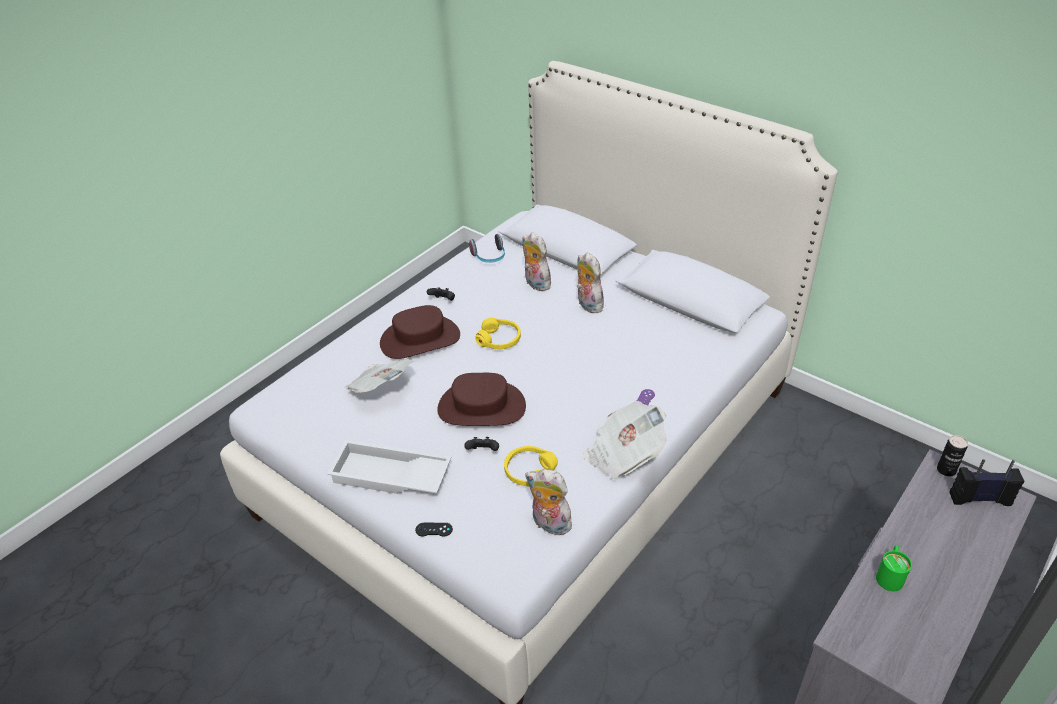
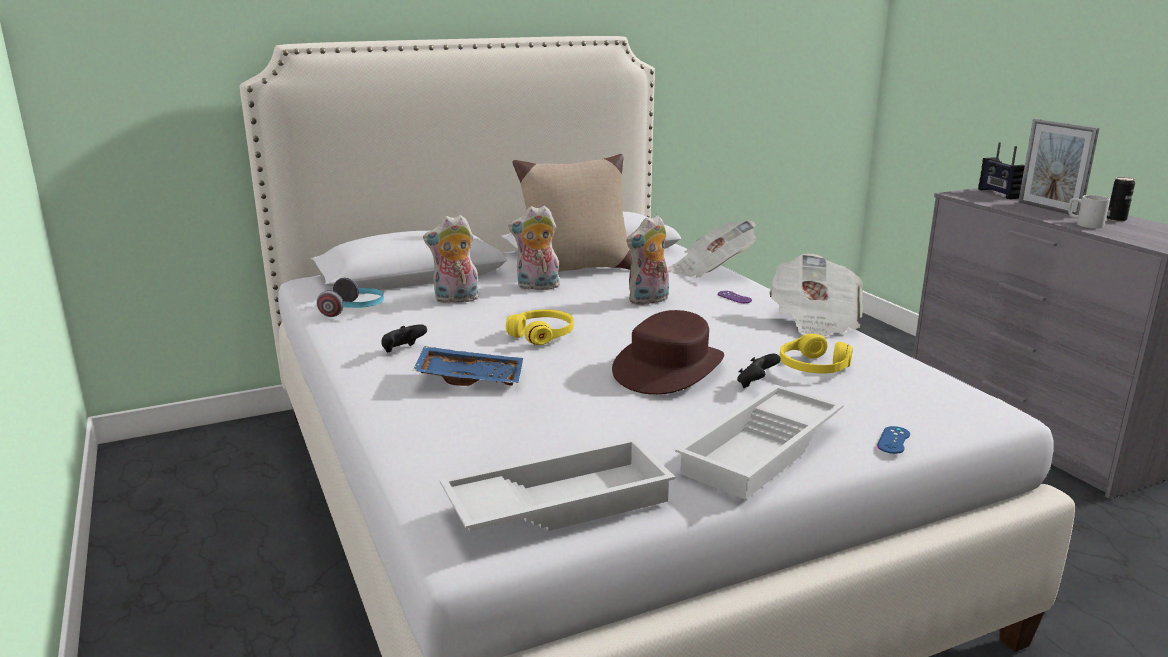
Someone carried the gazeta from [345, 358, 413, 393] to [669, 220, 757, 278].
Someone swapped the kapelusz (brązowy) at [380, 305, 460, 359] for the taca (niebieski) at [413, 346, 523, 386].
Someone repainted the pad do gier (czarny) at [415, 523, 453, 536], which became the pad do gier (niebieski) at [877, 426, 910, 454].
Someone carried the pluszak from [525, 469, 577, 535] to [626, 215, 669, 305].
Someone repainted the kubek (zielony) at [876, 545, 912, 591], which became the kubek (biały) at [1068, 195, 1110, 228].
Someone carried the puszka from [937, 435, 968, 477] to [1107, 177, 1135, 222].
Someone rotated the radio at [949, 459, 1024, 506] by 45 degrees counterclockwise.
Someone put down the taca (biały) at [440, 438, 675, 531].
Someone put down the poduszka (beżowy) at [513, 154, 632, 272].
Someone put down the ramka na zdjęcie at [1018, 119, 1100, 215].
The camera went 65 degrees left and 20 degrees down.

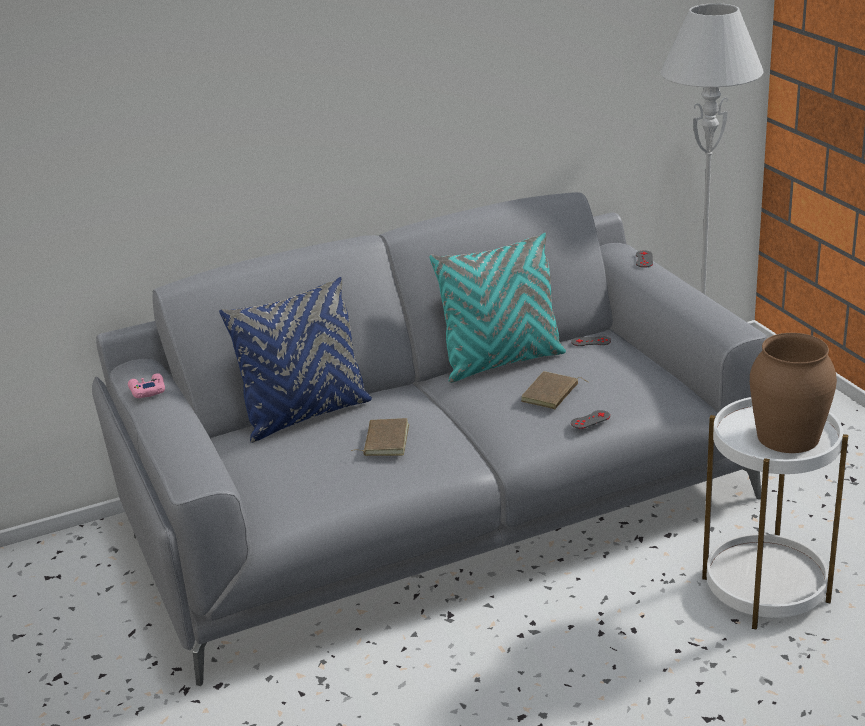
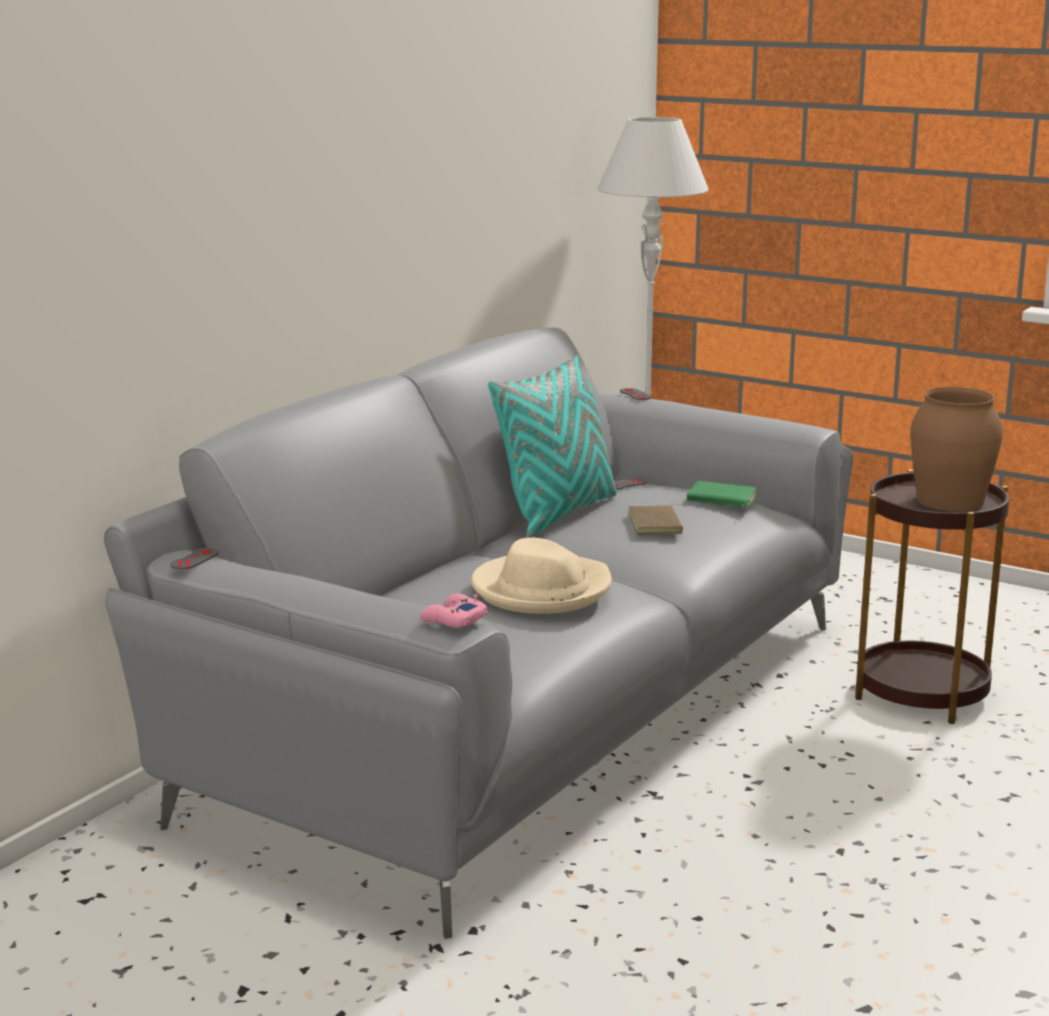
Someone carried the pad do gier (różowy) from [128, 373, 165, 398] to [420, 594, 488, 628].
Someone took away the poduszka (niebieski) at [219, 277, 372, 443].
Someone swapped the książka (brązowy) at [351, 418, 409, 456] for the kapelusz (beżowy) at [471, 538, 612, 614].
Someone carried the pad do gier (szary) from [571, 410, 610, 429] to [170, 548, 219, 570].
Someone repainted the stolik (biały) at [702, 397, 848, 630], which became the stolik (brązowy) at [855, 469, 1010, 724].
Someone put down the książka (zielony) at [687, 481, 758, 508].
The camera went 35 degrees left and 10 degrees down.

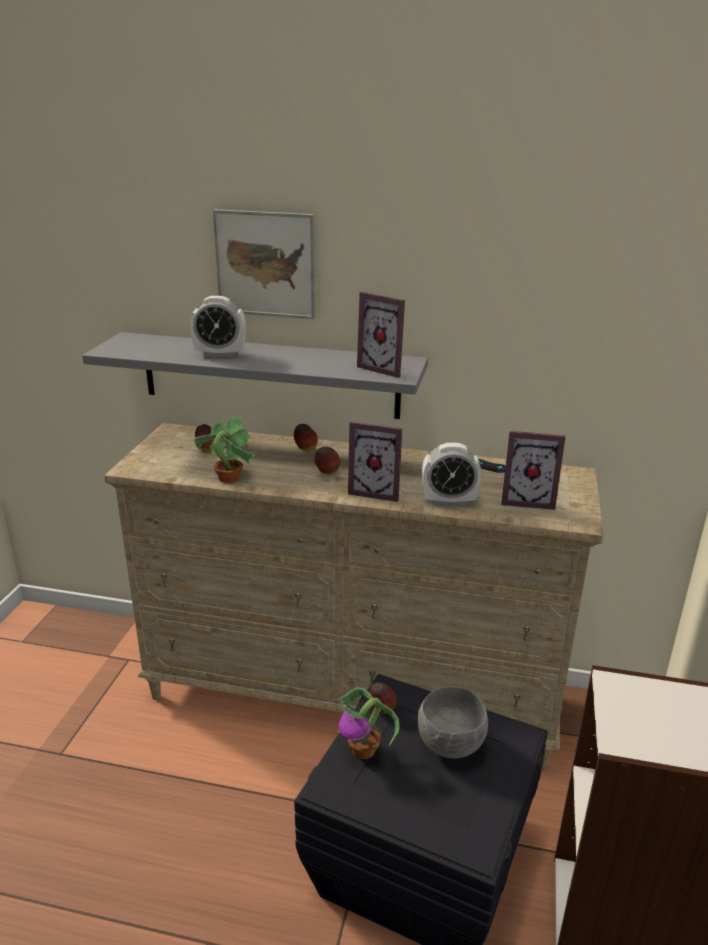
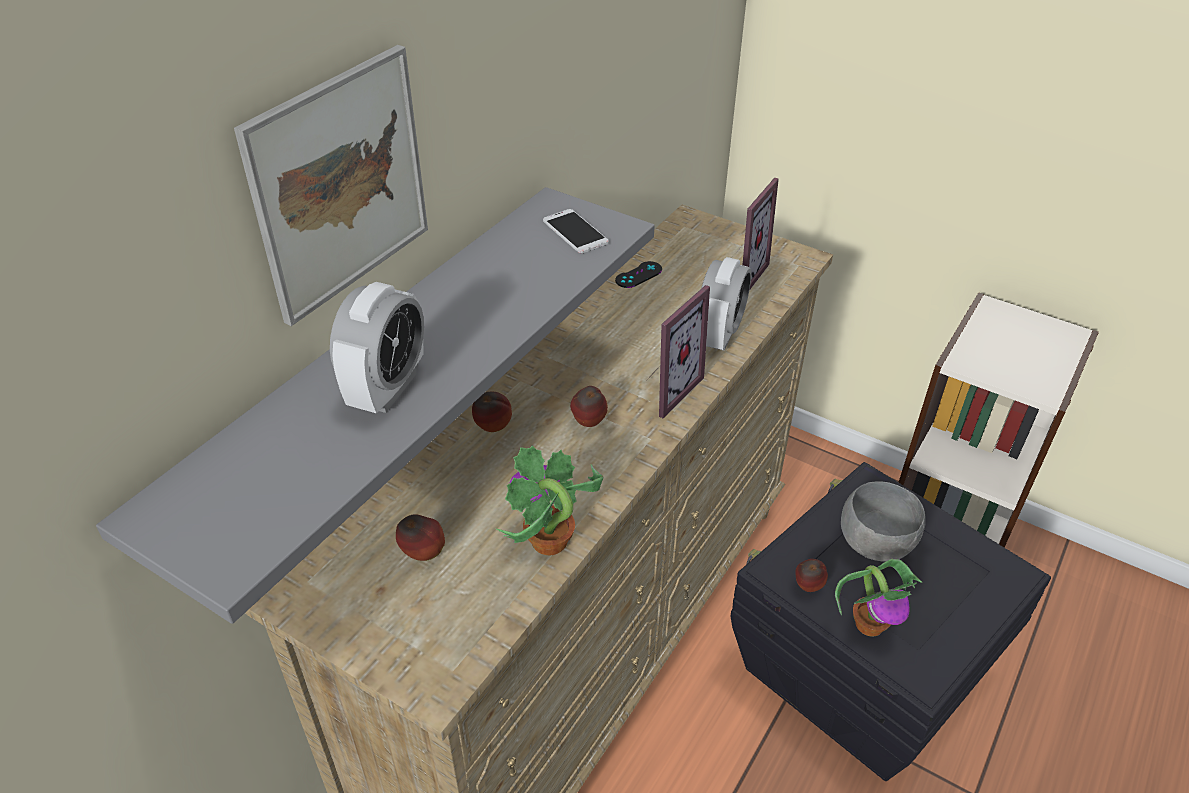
Someone swapped the ramka na zdjęcie at [357, 292, 405, 378] for the telefon at [543, 209, 609, 253].
The camera went 70 degrees left and 15 degrees up.

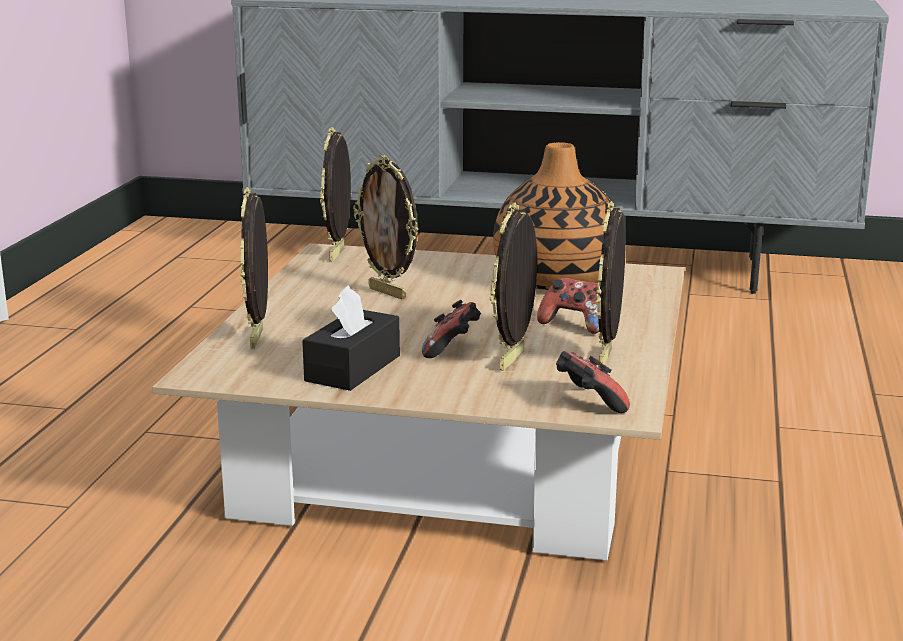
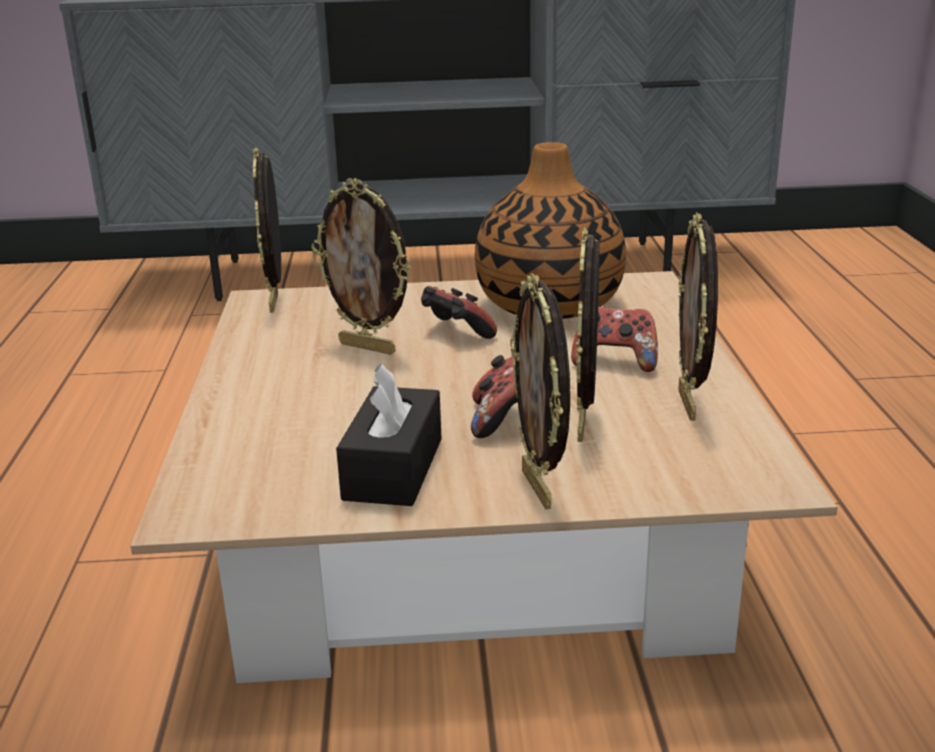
Someone carried the ramka na zdjęcie from [240, 187, 268, 349] to [510, 273, 570, 510].
Someone carried the pad do gier from [556, 351, 630, 413] to [421, 286, 497, 339].
The camera went 15 degrees left and 5 degrees up.

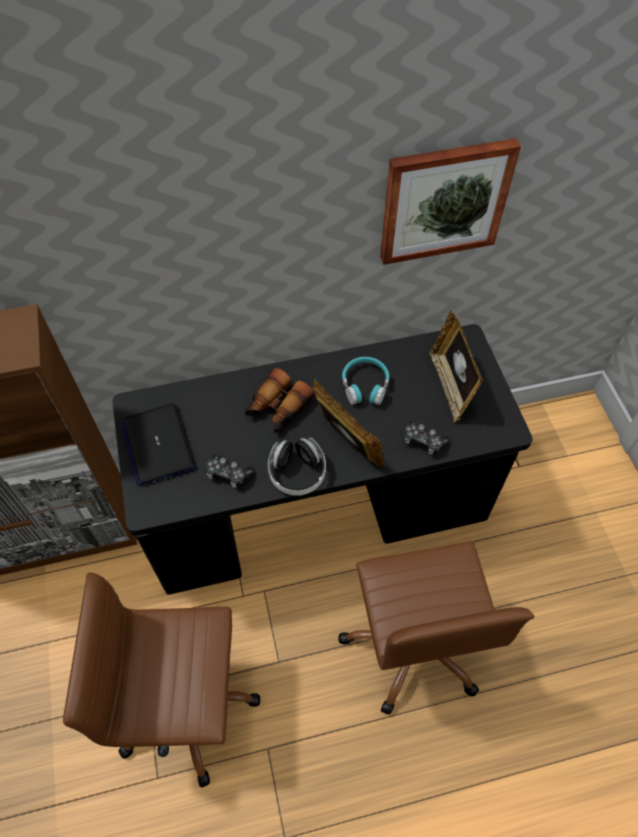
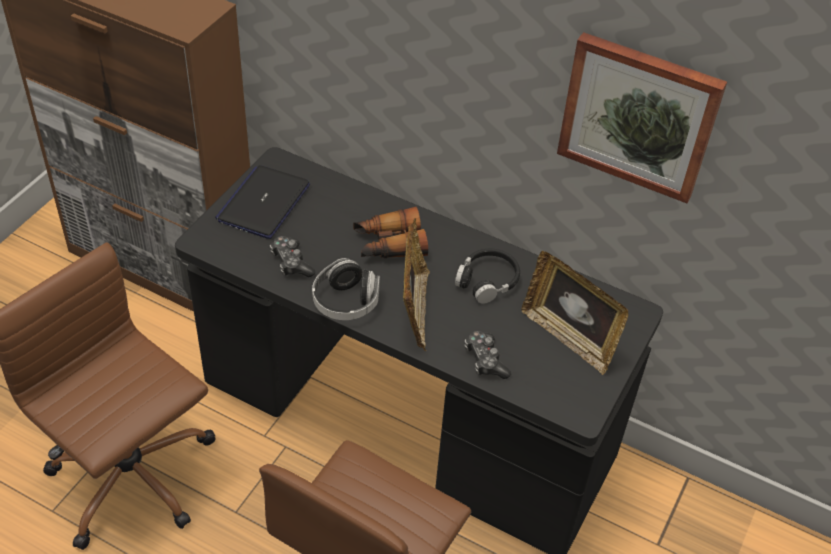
Someone repainted the słuchawki (turkusowy) at [342, 357, 390, 405], which became the słuchawki (czarny) at [455, 249, 520, 304].
Someone rotated the ramka na zdjęcie at [429, 311, 483, 422] by 75 degrees counterclockwise.
The camera went 40 degrees right and 10 degrees down.

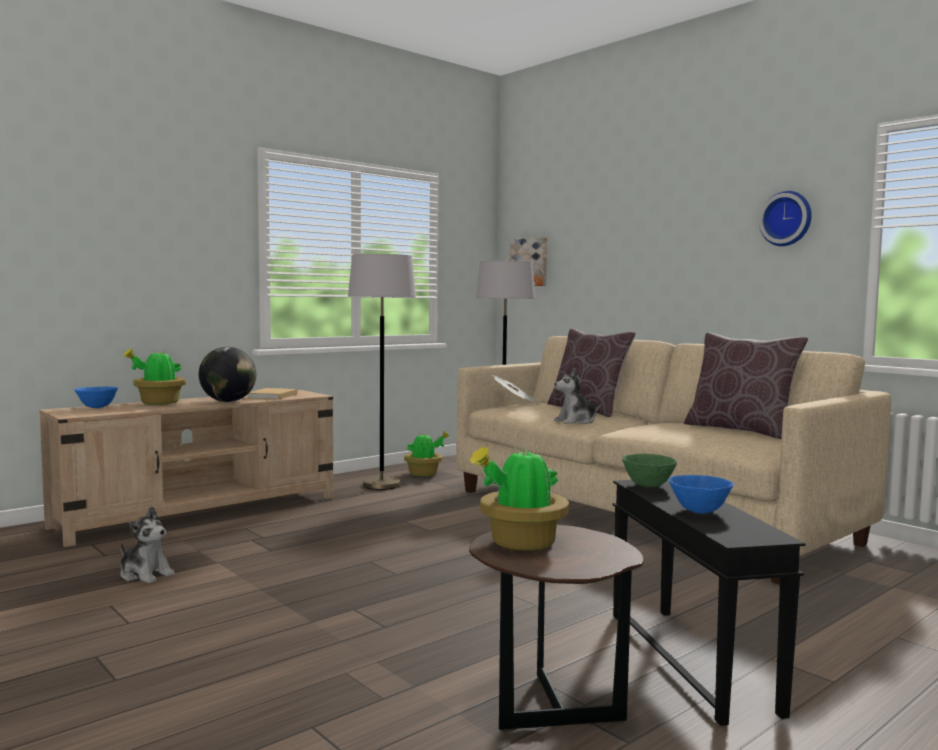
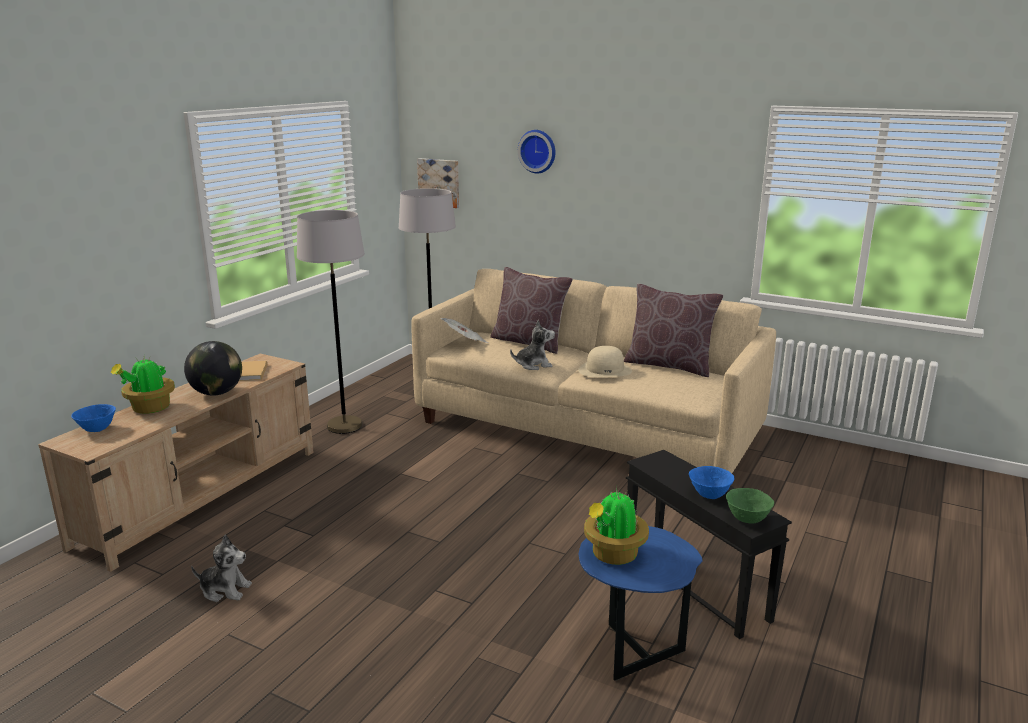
Someone took away the roślina doniczkowa at [404, 430, 449, 476].
Someone repainted the stolik (brązowy) at [469, 525, 644, 731], which became the stolik (niebieski) at [579, 526, 703, 681].
Someone rotated the pluszak at [554, 368, 601, 424] by 150 degrees counterclockwise.
Someone carried the miska (zielony) from [622, 454, 677, 487] to [726, 488, 774, 524].
Someone carried the zegar ścienny from [759, 191, 812, 246] to [518, 130, 555, 173].
Someone put down the kapelusz (beżowy) at [578, 346, 632, 377].
The camera went 20 degrees left and 15 degrees up.

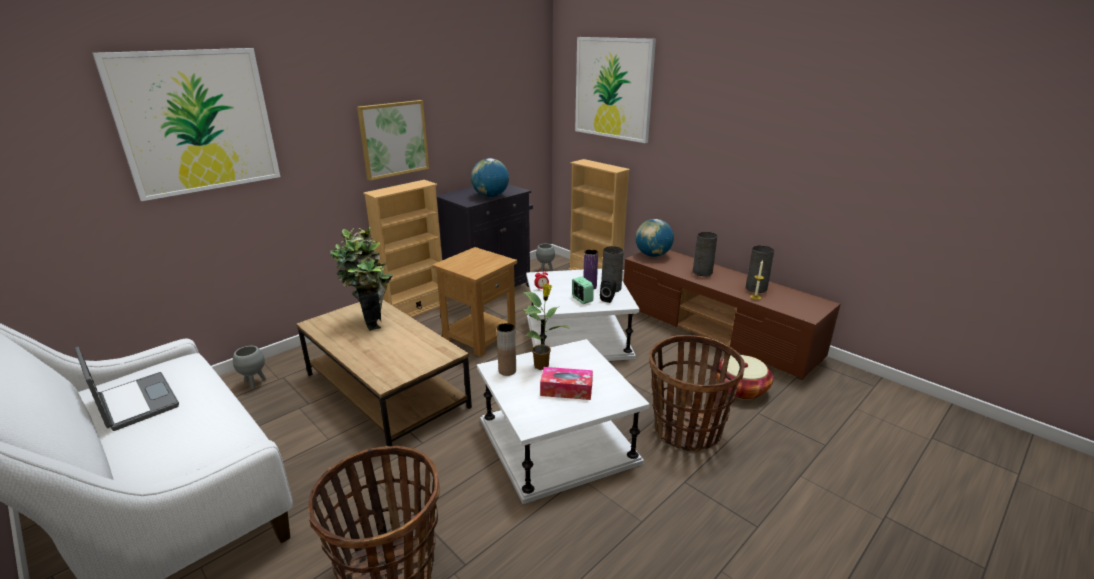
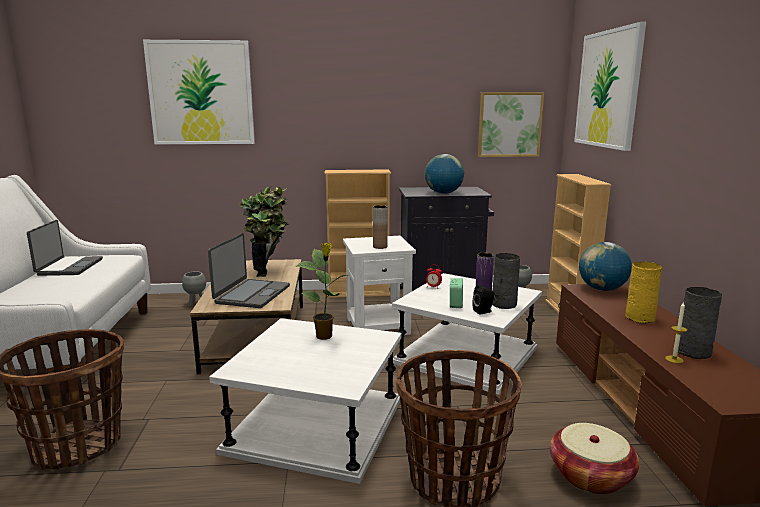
Someone carried the obraz from [357, 100, 429, 180] to [478, 92, 544, 157].
Someone repainted the stolik (brązowy) at [432, 247, 517, 357], which became the stolik (biały) at [343, 236, 416, 335].
Someone carried the wazon (brązowy) from [497, 323, 516, 376] to [373, 205, 388, 249].
Someone took away the pudełko chusteczek at [540, 367, 593, 400].
Someone repainted the wazon (szary) at [693, 232, 717, 277], which became the wazon (żółty) at [625, 262, 662, 323].
Someone put down the laptop at [208, 233, 290, 308].
The camera went 40 degrees right and 10 degrees down.

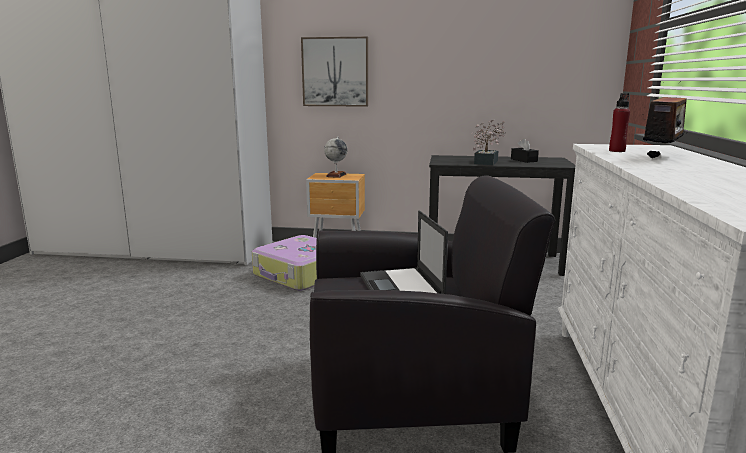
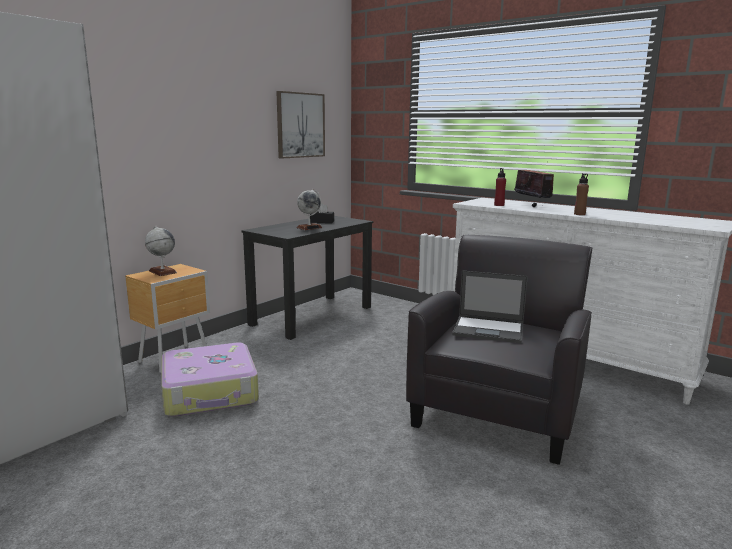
Someone carried the obraz from [301, 37, 368, 107] to [276, 91, 325, 158].
Someone swapped the roślina doniczkowa at [472, 120, 505, 165] for the globus at [297, 189, 322, 230].
Someone put down the butelka (brązowy) at [574, 173, 589, 215].
The camera went 60 degrees left and 0 degrees up.

